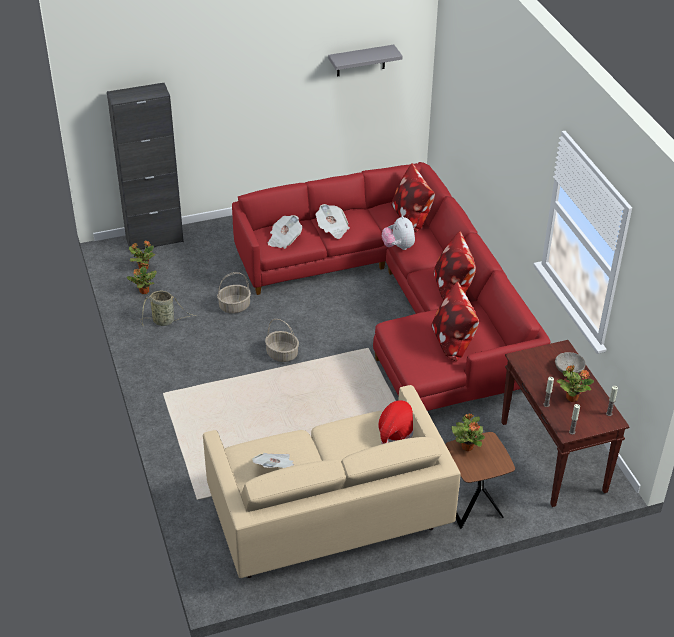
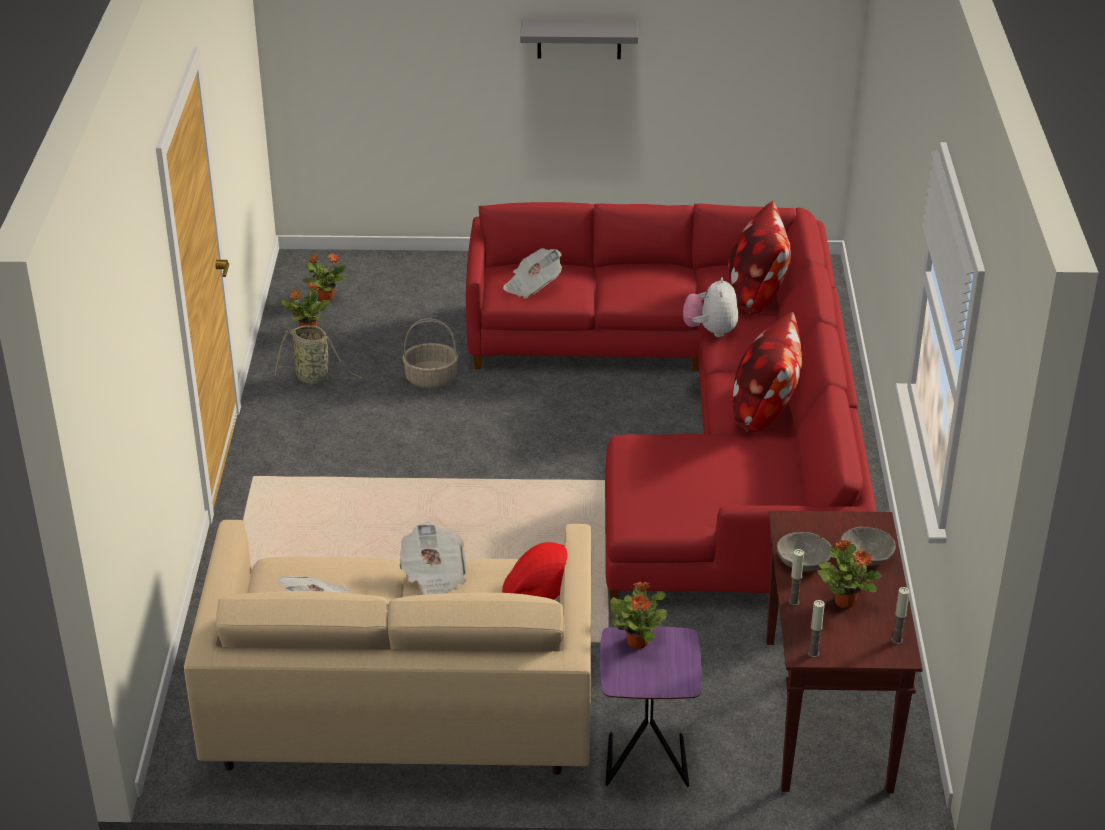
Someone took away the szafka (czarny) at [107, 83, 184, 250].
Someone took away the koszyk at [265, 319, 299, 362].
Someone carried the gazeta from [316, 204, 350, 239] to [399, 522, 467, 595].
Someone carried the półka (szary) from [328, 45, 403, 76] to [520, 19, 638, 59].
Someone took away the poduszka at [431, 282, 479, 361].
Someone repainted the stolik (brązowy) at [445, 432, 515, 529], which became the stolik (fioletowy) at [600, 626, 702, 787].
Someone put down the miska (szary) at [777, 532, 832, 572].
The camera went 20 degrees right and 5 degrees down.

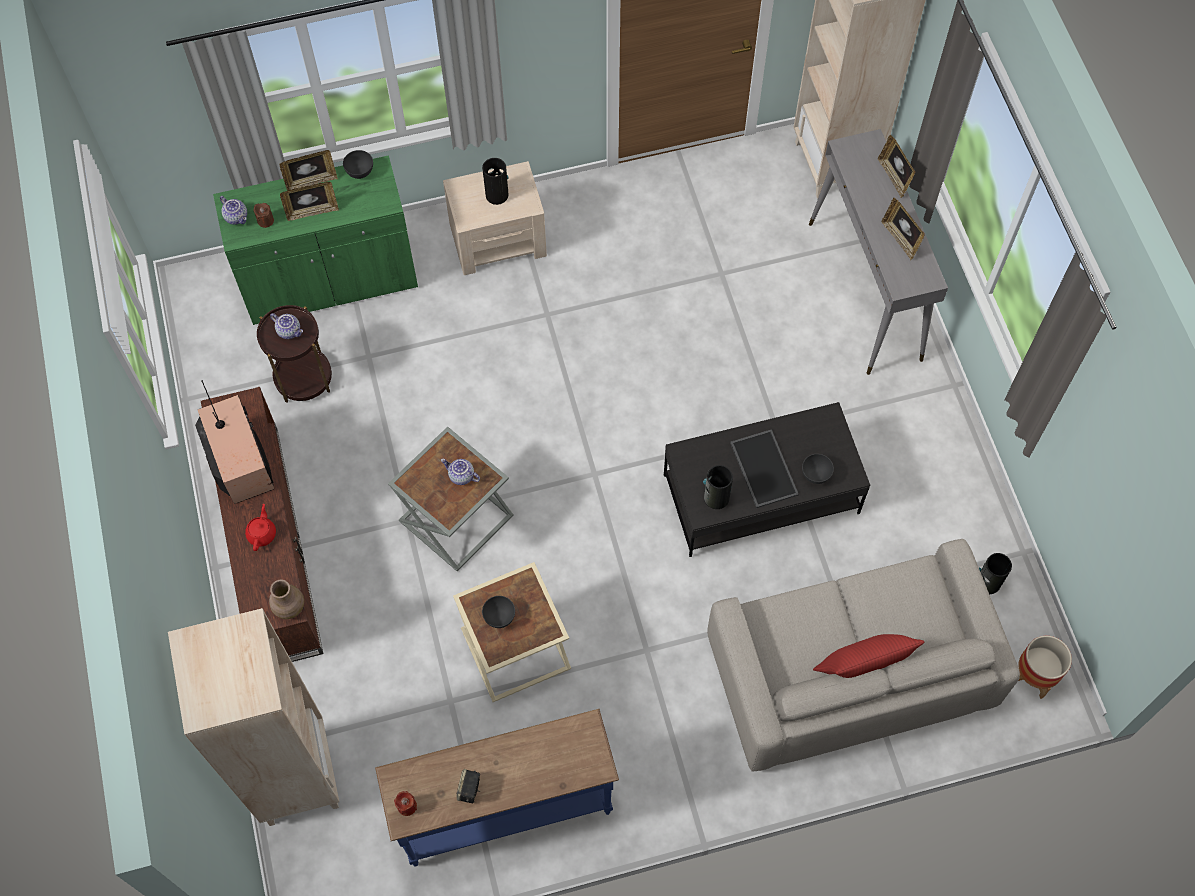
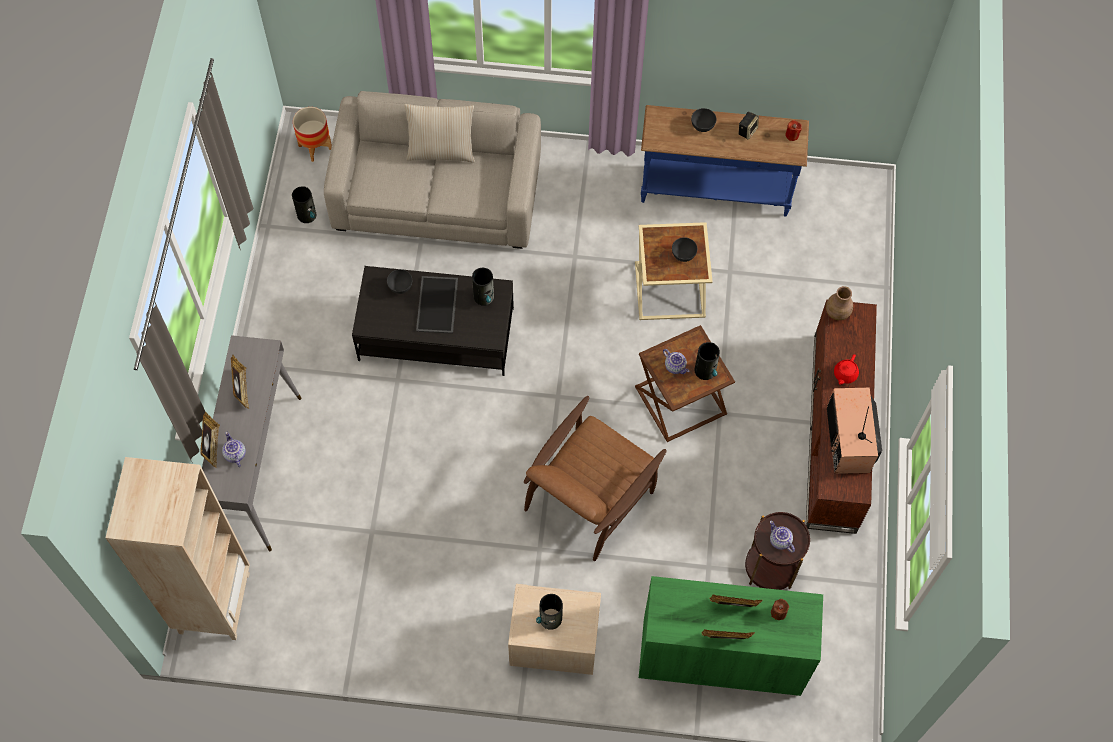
Someone took away the regał (beżowy) at [168, 608, 339, 826].
Someone carried the imbryk from [220, 196, 247, 225] to [222, 432, 246, 467].
Someone carried the miska (szary) from [343, 150, 373, 179] to [691, 108, 716, 132].
Someone repainted the stolik (szary) at [388, 427, 513, 571], which became the stolik (brązowy) at [635, 325, 735, 442].
Someone repainted the poduszka (czerwony) at [813, 634, 924, 678], which became the poduszka (beżowy) at [404, 104, 475, 162].
Someone put down the fotel (brązowy) at [524, 396, 666, 561].
Someone put down the wazon at [695, 342, 720, 380].
The camera went 160 degrees left and 0 degrees up.

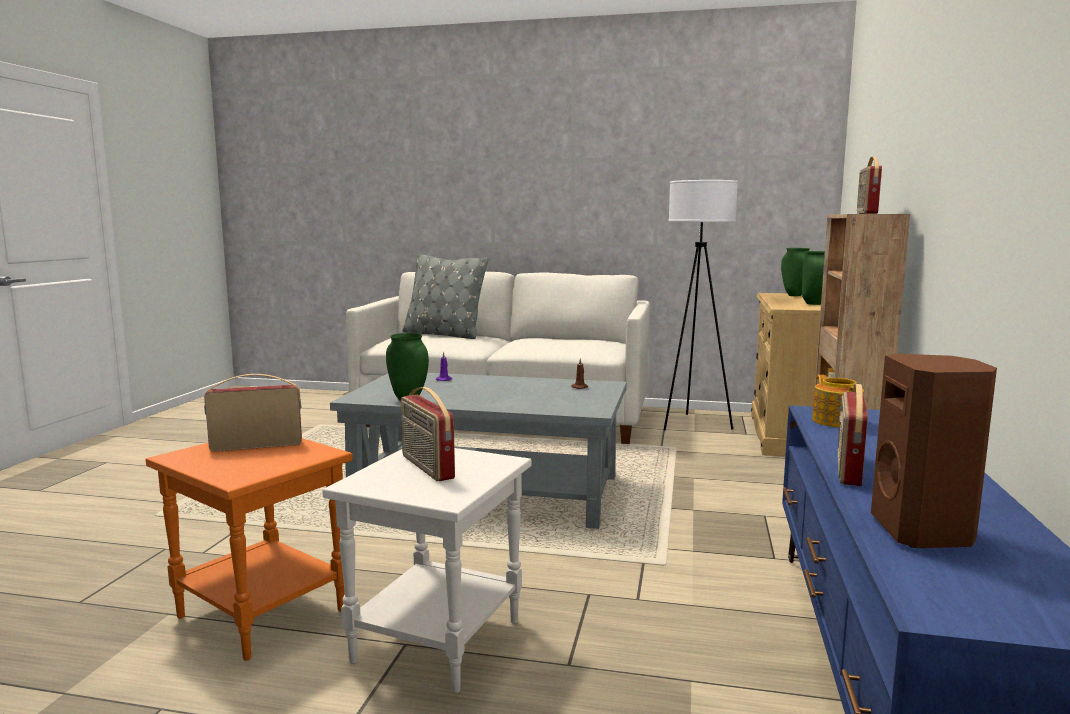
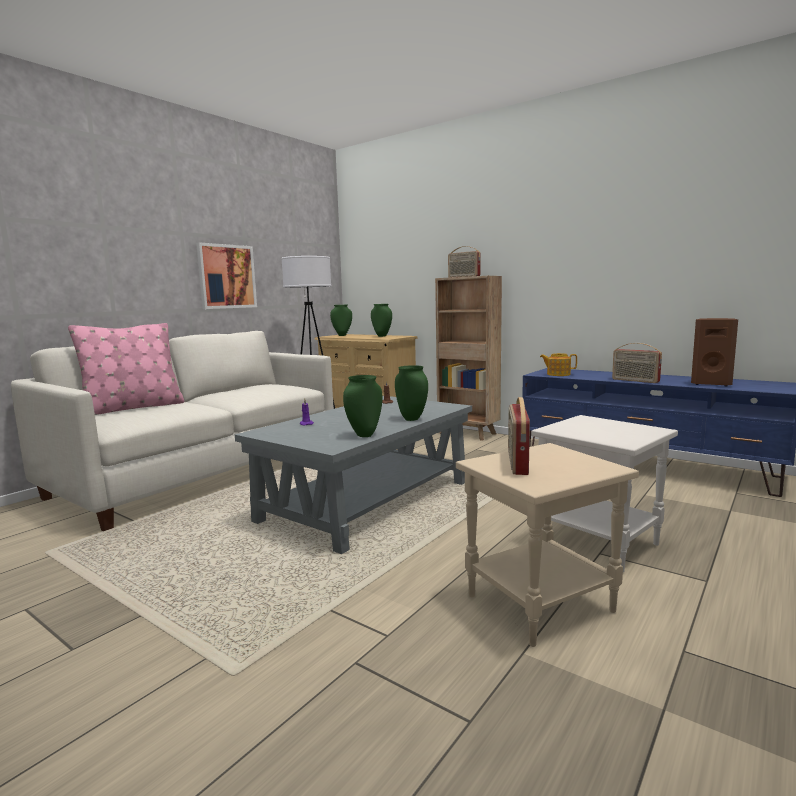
Someone repainted the stolik (pomarańczowy) at [146, 438, 353, 661], which became the stolik (beżowy) at [456, 443, 639, 647].
Someone took away the radio at [401, 387, 455, 481].
Someone repainted the poduszka (szary) at [402, 254, 488, 339], which became the poduszka (różowy) at [68, 323, 184, 415].
Someone put up the obraz at [196, 242, 257, 309].
Someone put down the wazon (zielony) at [395, 365, 428, 421].
The camera went 65 degrees left and 0 degrees up.

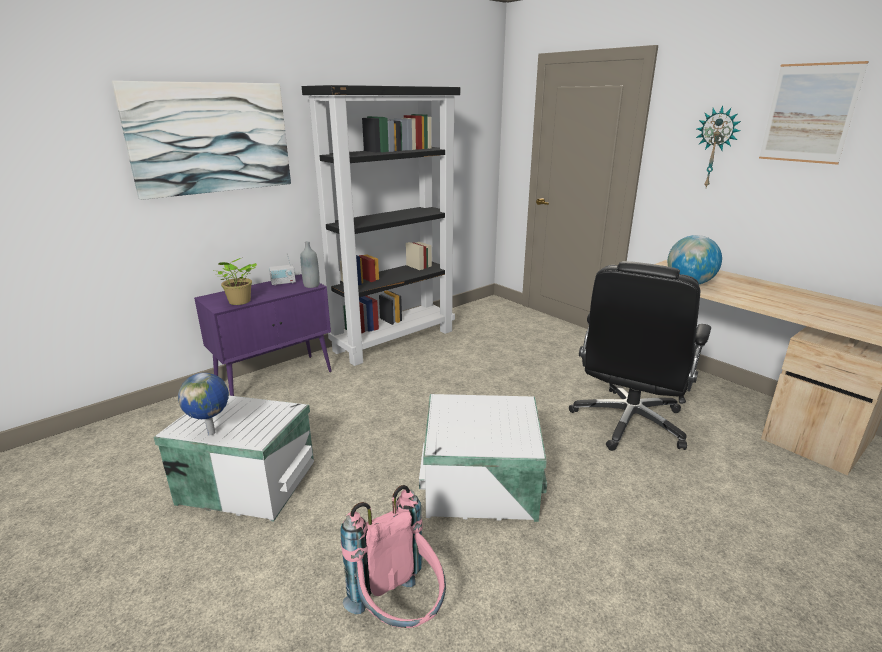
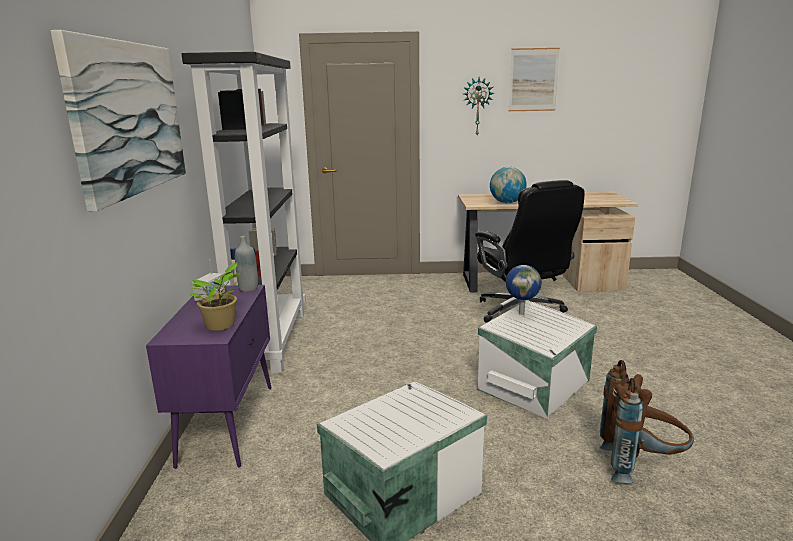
Someone carried the globus from [178, 373, 229, 435] to [506, 265, 542, 315].
Someone repainted the plecak (różowy) at [341, 485, 446, 628], which became the plecak (brązowy) at [600, 360, 694, 483].
The camera went 50 degrees left and 5 degrees down.

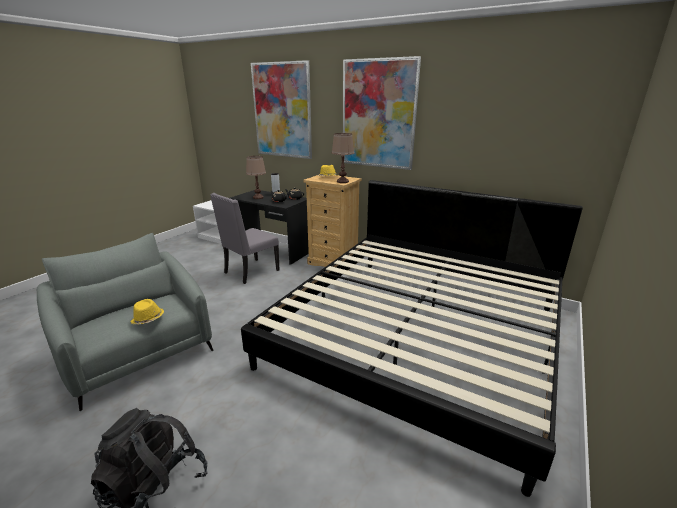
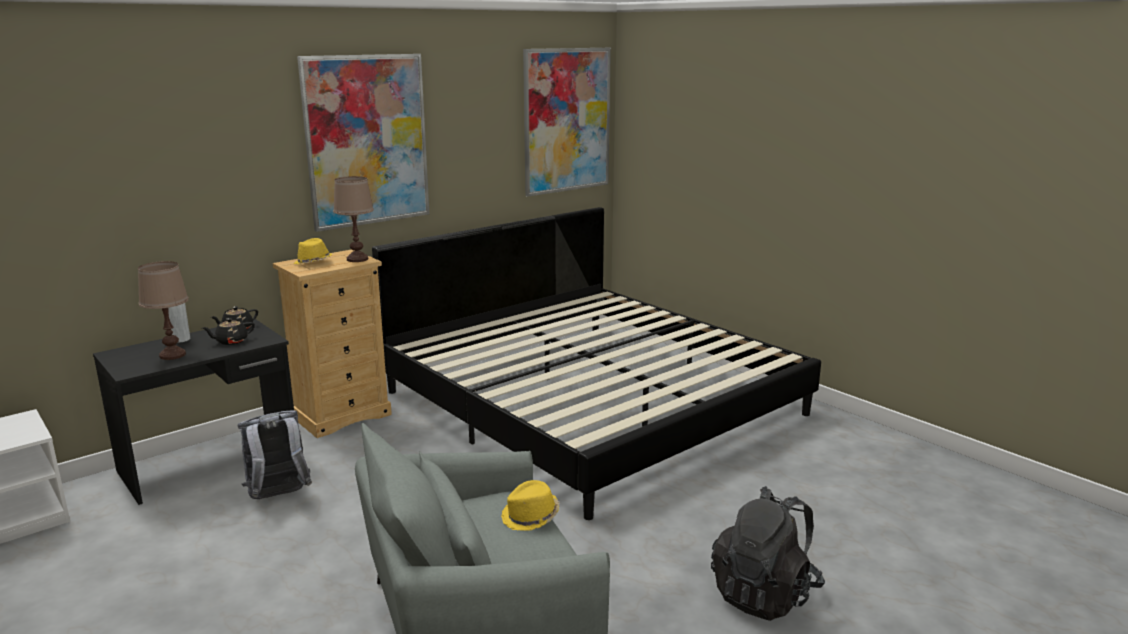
Someone swapped the krzesło (szary) at [210, 193, 280, 284] for the plecak (szary) at [238, 410, 312, 499].
Someone carried the obraz from [251, 60, 312, 159] to [523, 48, 611, 197].
The camera went 70 degrees left and 5 degrees down.

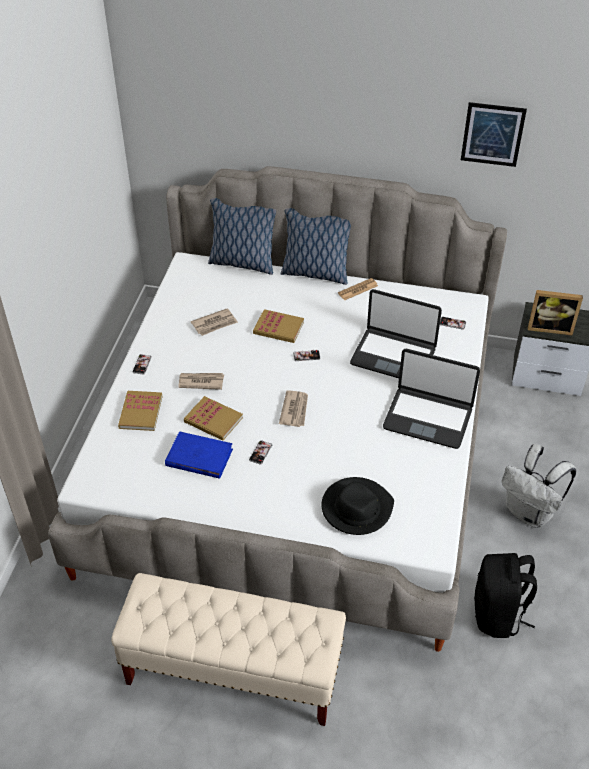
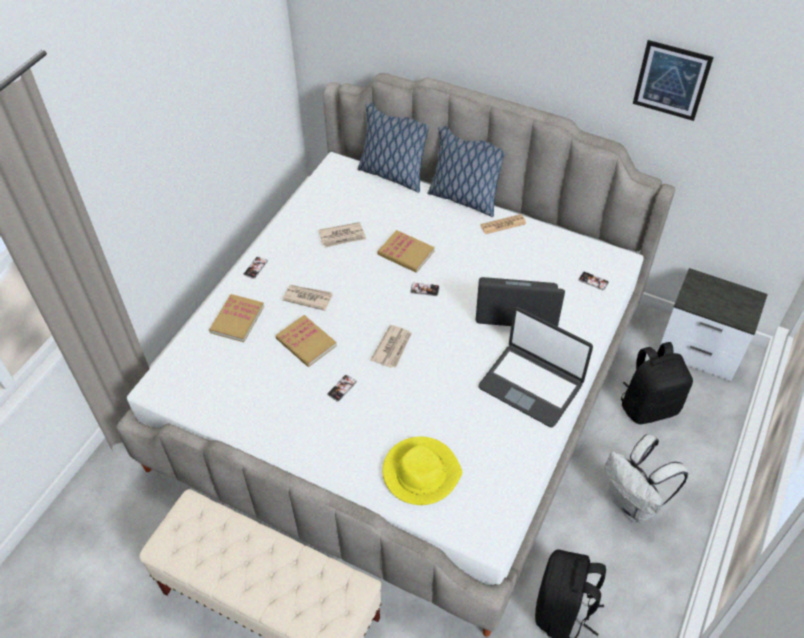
Someone took away the książka (niebieski) at [165, 431, 233, 479].
Someone repainted the kapelusz (czarny) at [321, 477, 394, 535], which became the kapelusz (żółty) at [382, 437, 462, 505].
Someone rotated the laptop at [350, 289, 442, 378] by 150 degrees clockwise.
Someone took away the ramka na zdjęcie at [528, 290, 583, 336].
Someone put down the plecak (czarny) at [621, 342, 693, 424].
The camera went 15 degrees right and 5 degrees up.

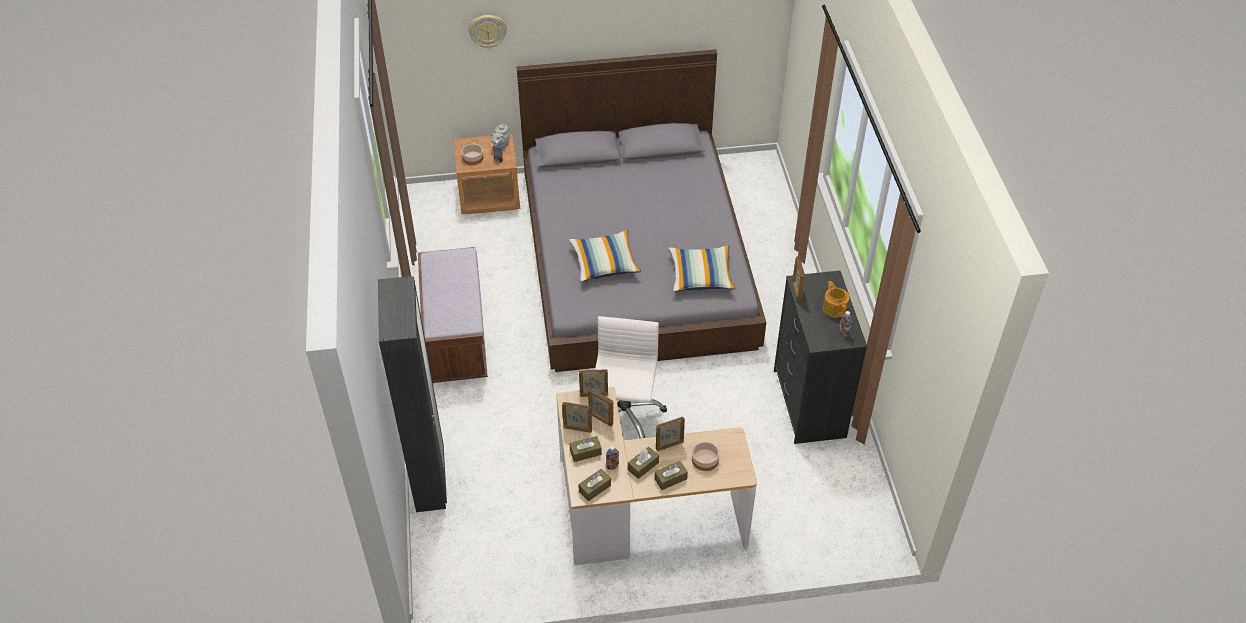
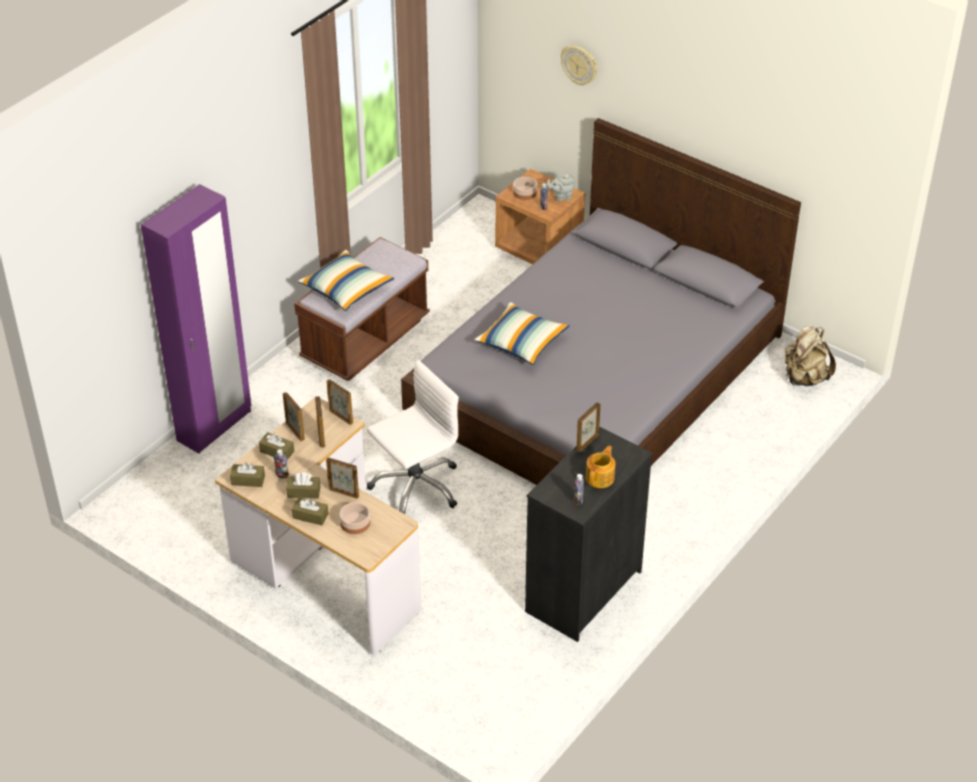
Someone repainted the szafa (czarny) at [378, 276, 447, 512], which became the szafa (fioletowy) at [141, 184, 251, 454].
Someone carried the poduszka from [669, 245, 736, 292] to [298, 250, 394, 311].
Someone put down the plecak (beżowy) at [785, 326, 836, 386].
The camera went 45 degrees right and 5 degrees down.

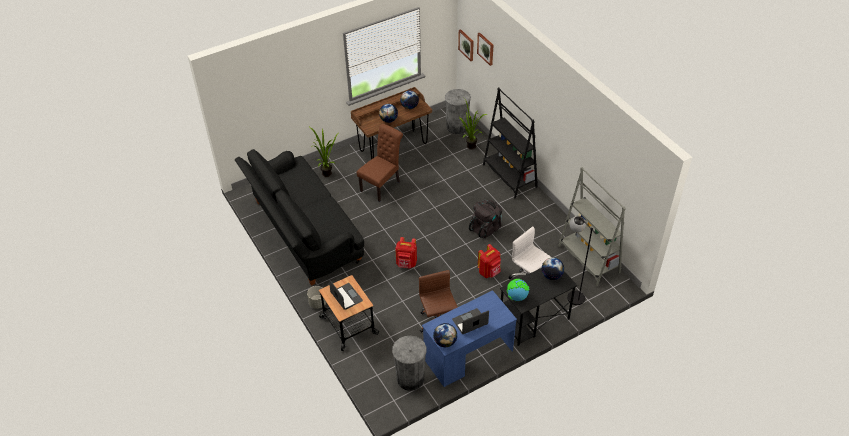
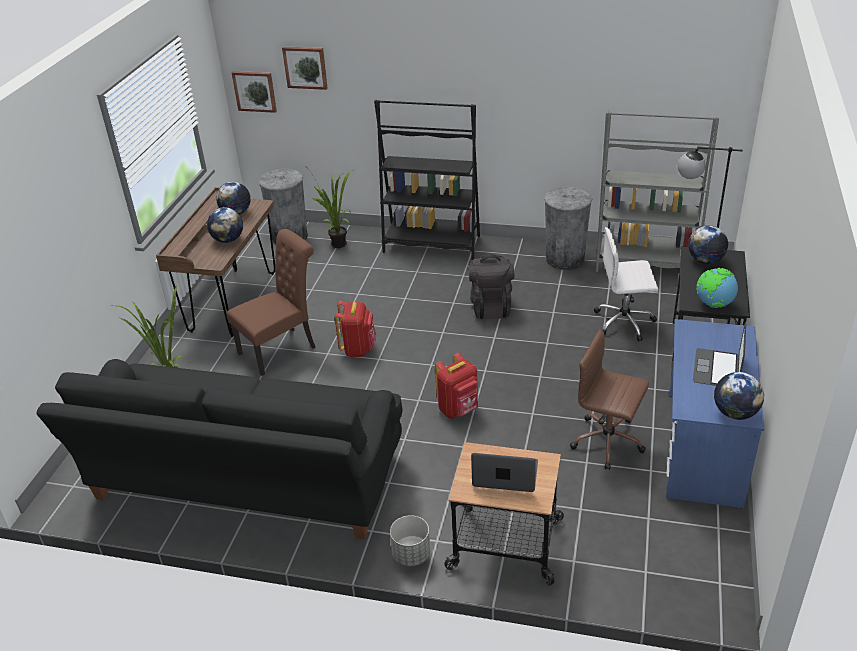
Someone rotated the krzesło (brązowy) at [357, 124, 403, 202] by 60 degrees clockwise.
Someone carried the kosz na śmieci (szary) from [392, 336, 427, 391] to [544, 187, 592, 270].
Someone carried the plecak (czerwony) from [478, 244, 501, 278] to [335, 300, 376, 357].
The camera went 45 degrees left and 10 degrees down.

